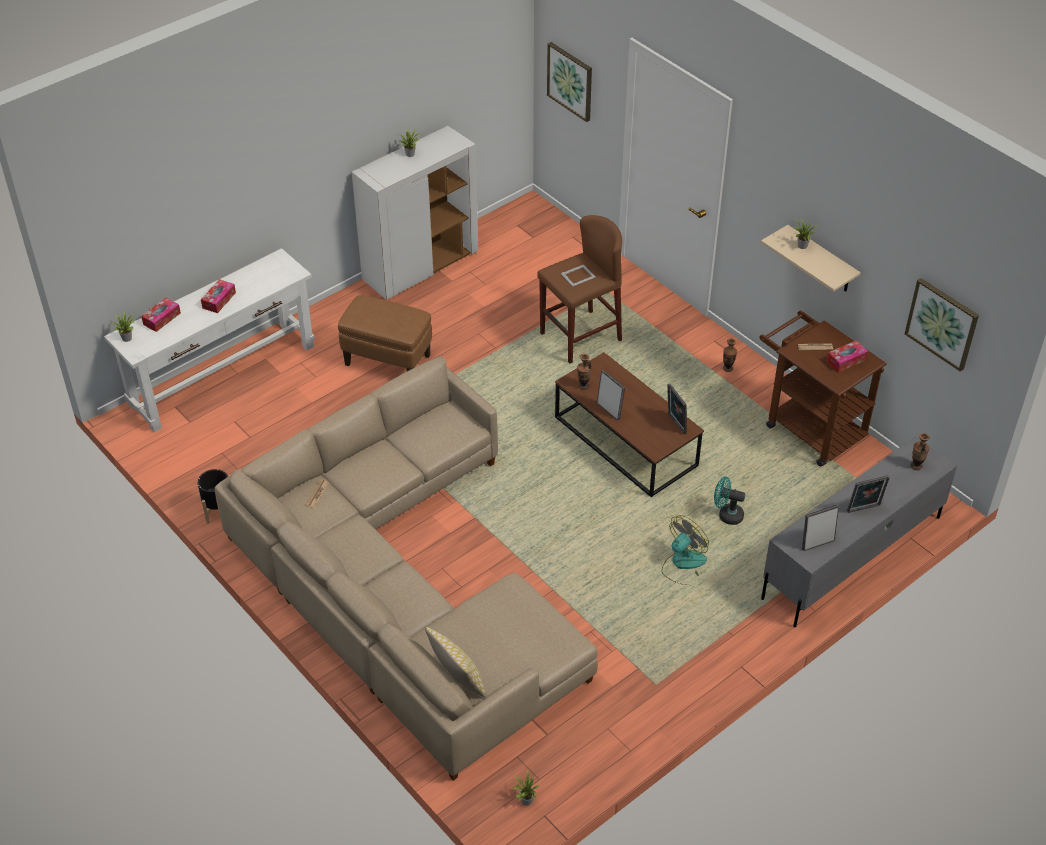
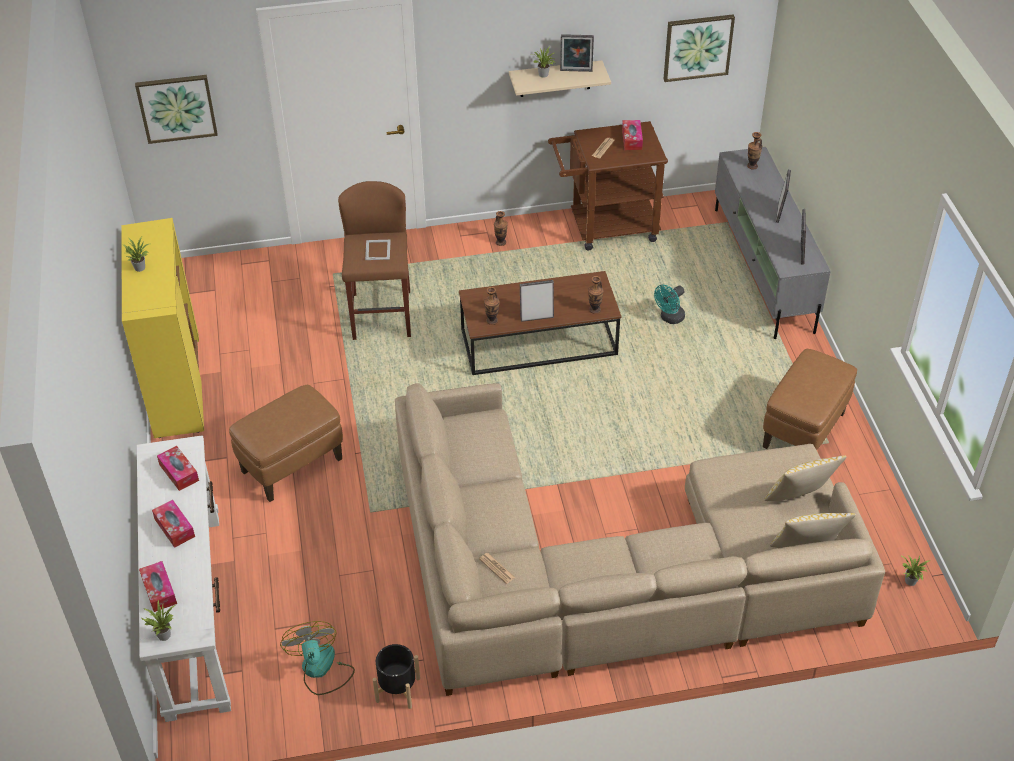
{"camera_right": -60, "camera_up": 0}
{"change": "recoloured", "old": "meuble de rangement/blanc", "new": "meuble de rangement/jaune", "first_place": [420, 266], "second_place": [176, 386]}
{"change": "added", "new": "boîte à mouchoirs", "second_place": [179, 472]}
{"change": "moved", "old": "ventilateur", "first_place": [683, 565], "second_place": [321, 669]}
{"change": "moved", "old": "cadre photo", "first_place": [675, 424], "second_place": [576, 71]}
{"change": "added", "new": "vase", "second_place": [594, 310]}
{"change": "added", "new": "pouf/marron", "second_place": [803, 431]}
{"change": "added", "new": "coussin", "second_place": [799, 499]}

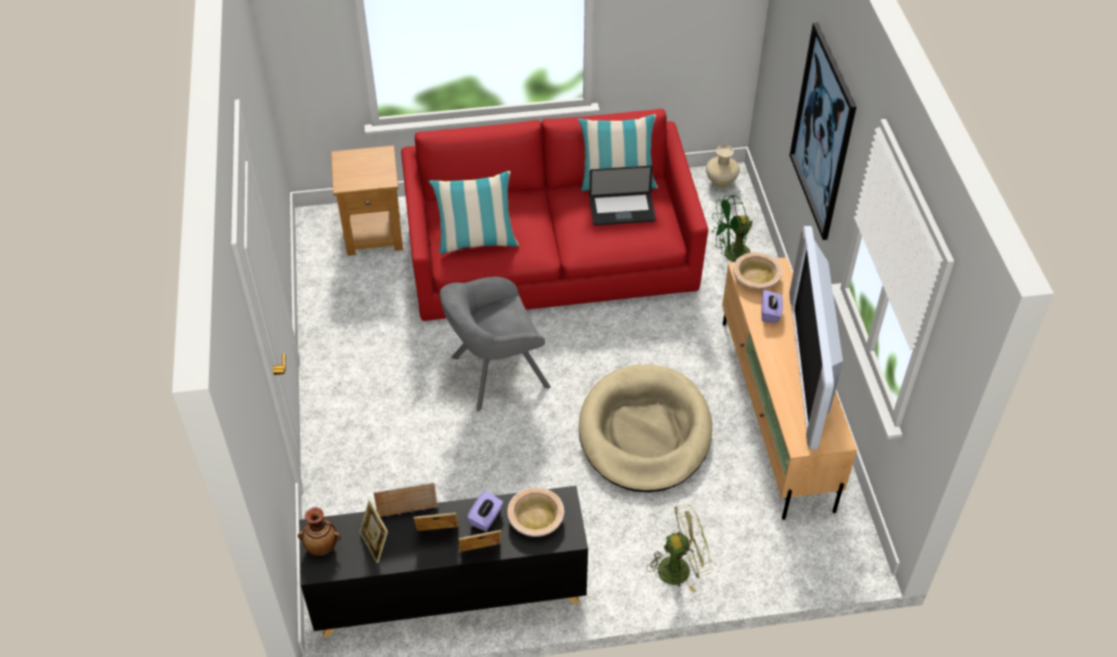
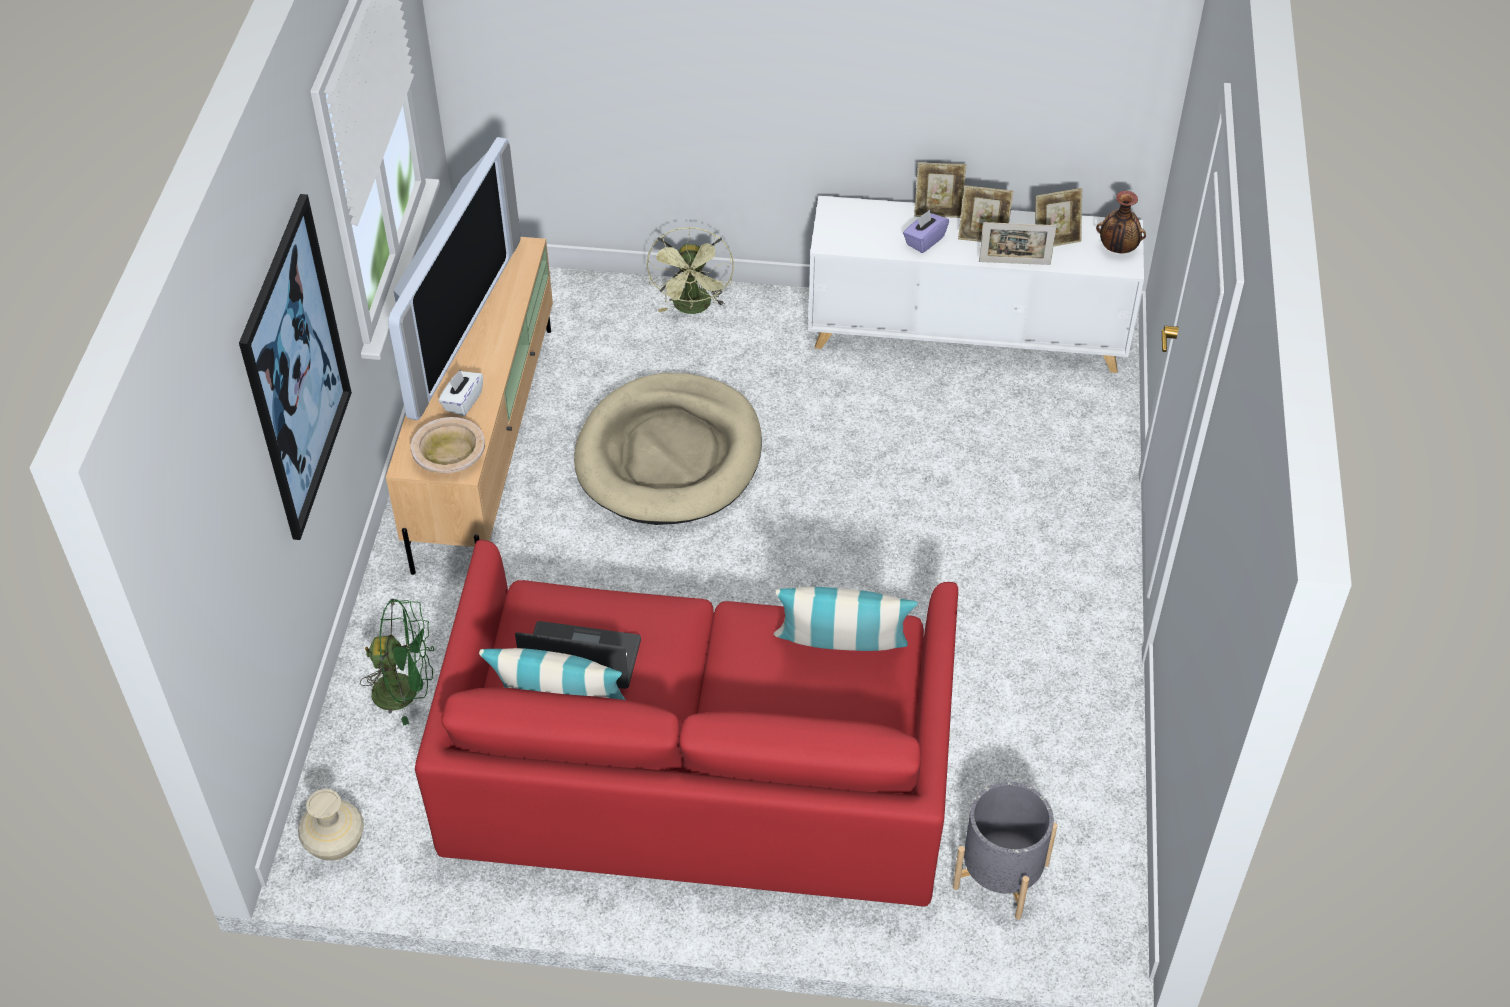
{"camera_right": -165, "camera_up": 0}
{"change": "recoloured", "old": "boîte à mouchoirs/violet", "new": "boîte à mouchoirs/blanc", "first_place": [770, 313], "second_place": [462, 402]}
{"change": "turned", "old": "ventilateur/vert", "first_place": [680, 568], "second_place": [693, 308], "degrees": -90}
{"change": "recoloured", "old": "meuble de rangement/noir", "new": "meuble de rangement/blanc", "first_place": [448, 593], "second_place": [967, 334]}
{"change": "replaced", "old": "table d'appoint/marron", "new": "cache-pot/gris", "first_place": [374, 233], "second_place": [1001, 875]}
{"change": "turned", "old": "cadre photo", "first_place": [376, 544], "second_place": [1055, 239], "degrees": 90}
{"change": "removed", "old": "fauteuil/gris", "first_place": [495, 373]}
{"change": "removed", "old": "bol/beige", "first_place": [536, 518]}

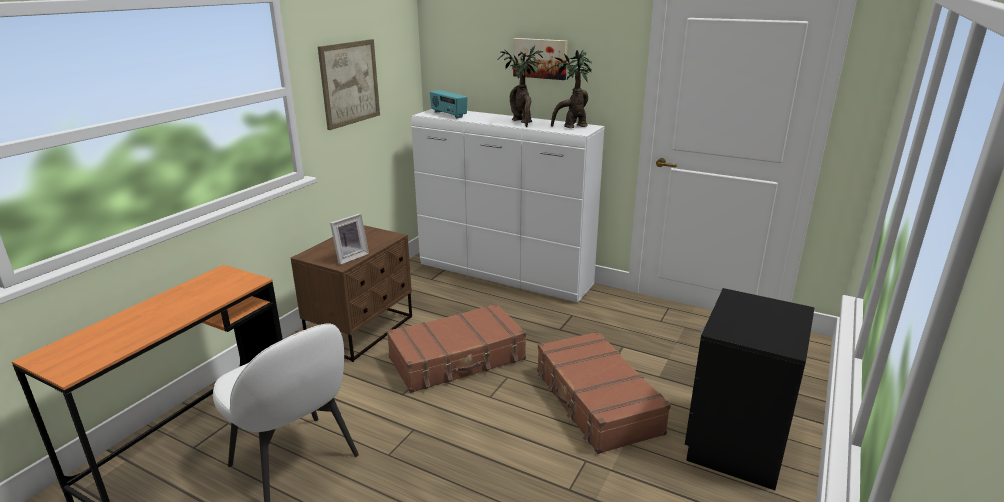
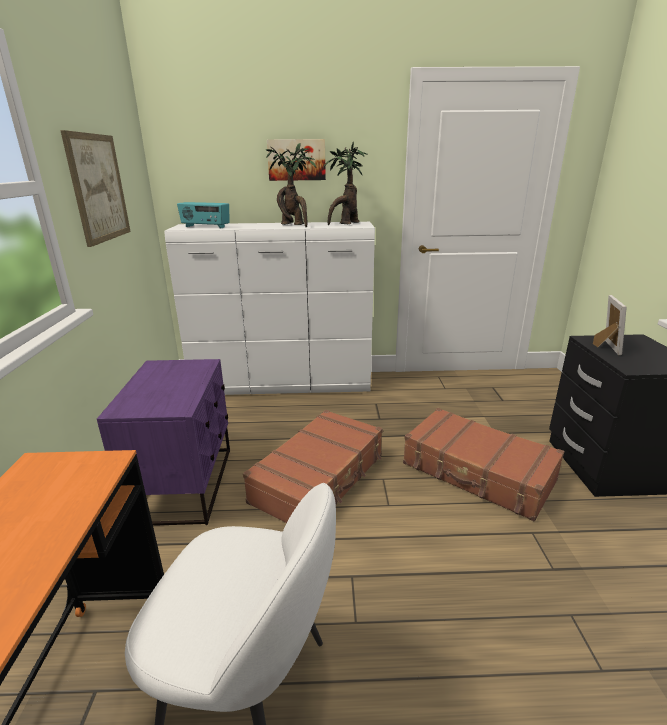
{"camera_right": -30, "camera_up": 0}
{"change": "recoloured", "old": "table de chevet/marron", "new": "table de chevet/violet", "first_place": [362, 331], "second_place": [186, 484]}
{"change": "moved", "old": "cadre photo", "first_place": [350, 257], "second_place": [604, 347]}

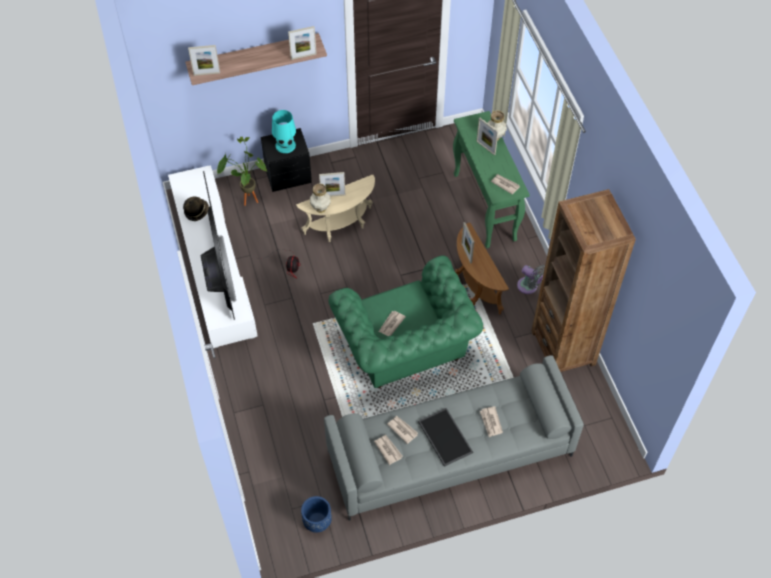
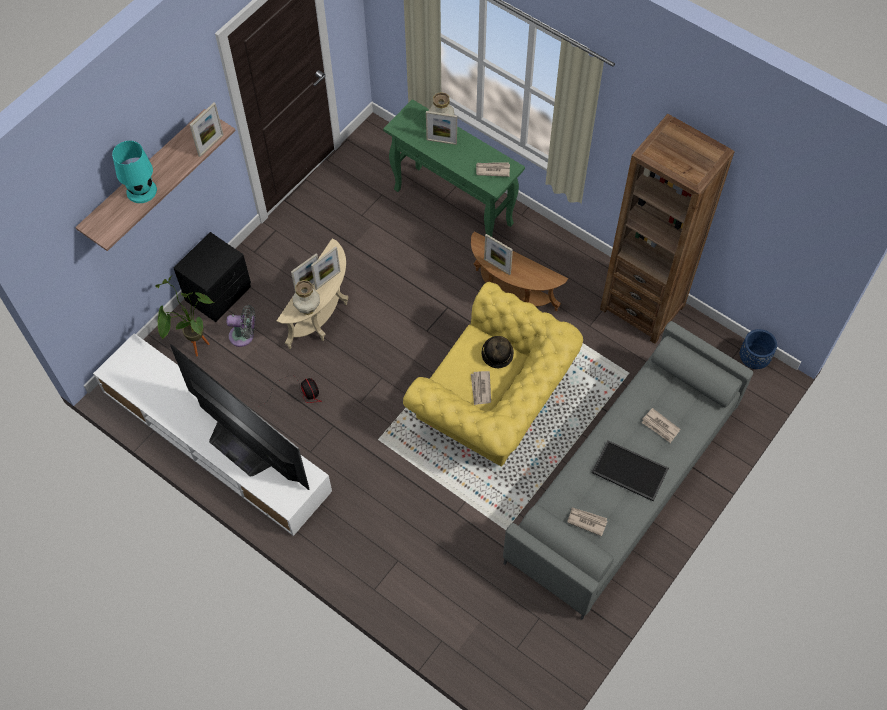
{"camera_right": -35, "camera_up": 5}
{"change": "moved", "old": "lampe de table/turquoise", "first_place": [285, 145], "second_place": [142, 191]}
{"change": "moved", "old": "ventilateur/gris", "first_place": [529, 287], "second_place": [244, 336]}
{"change": "moved", "old": "cadre photo", "first_place": [207, 73], "second_place": [327, 280]}
{"change": "recoloured", "old": "fauteuil/vert", "new": "fauteuil/jaune", "first_place": [405, 348], "second_place": [494, 405]}
{"change": "moved", "old": "chapeau", "first_place": [196, 211], "second_place": [497, 354]}
{"change": "moved", "old": "cache-pot/bleu", "first_place": [317, 521], "second_place": [753, 359]}
{"change": "removed", "old": "journal", "first_place": [402, 429]}

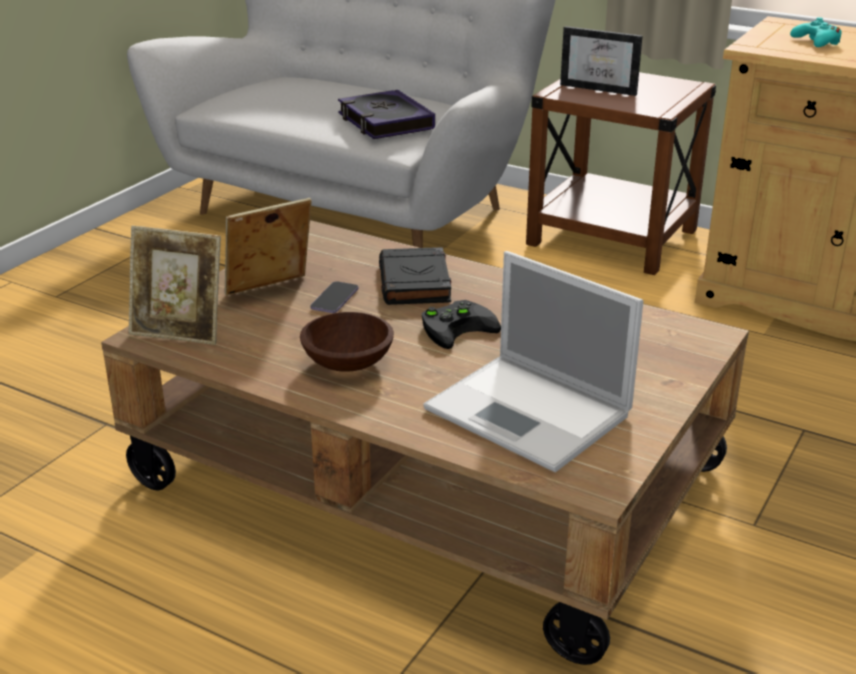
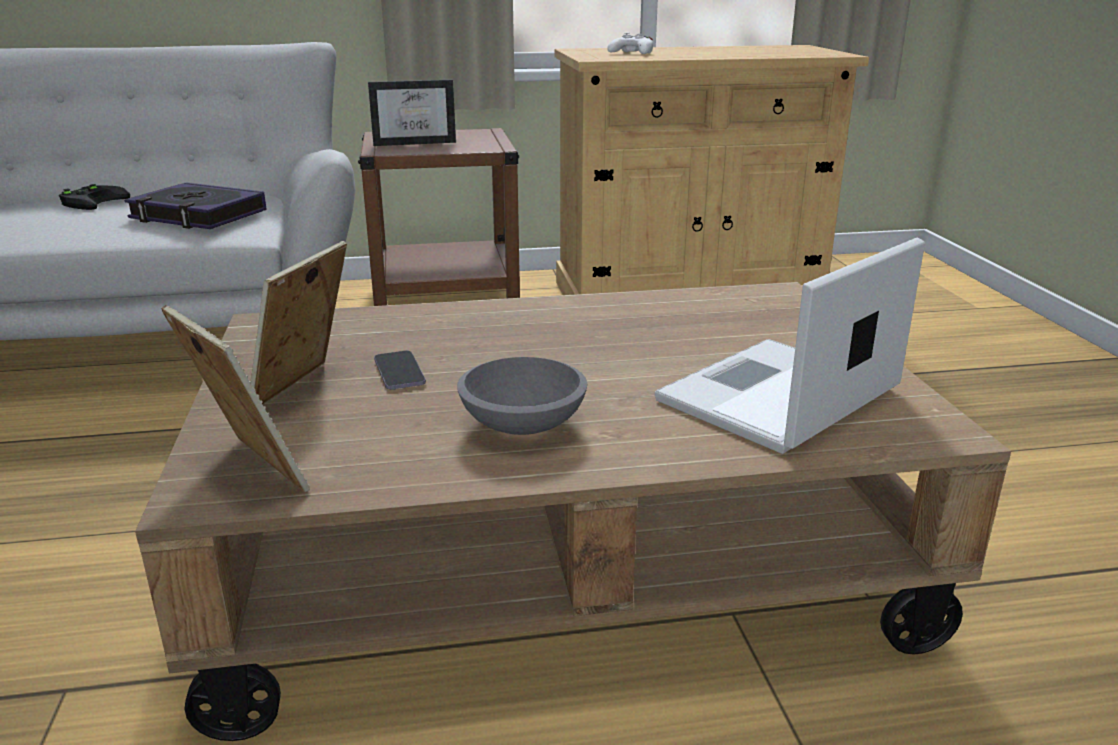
{"camera_right": -40, "camera_up": -5}
{"change": "moved", "old": "manette/noir", "first_place": [458, 327], "second_place": [93, 201]}
{"change": "turned", "old": "cadre photo", "first_place": [179, 331], "second_place": [248, 472], "degrees": -105}
{"change": "recoloured", "old": "bol/marron", "new": "bol/gris", "first_place": [349, 362], "second_place": [524, 423]}
{"change": "recoloured", "old": "manette/turquoise", "new": "manette/blanc", "first_place": [816, 42], "second_place": [632, 53]}
{"change": "turned", "old": "ordinateur portable", "first_place": [531, 413], "second_place": [776, 397], "degrees": 135}
{"change": "removed", "old": "livre/noir", "first_place": [415, 283]}

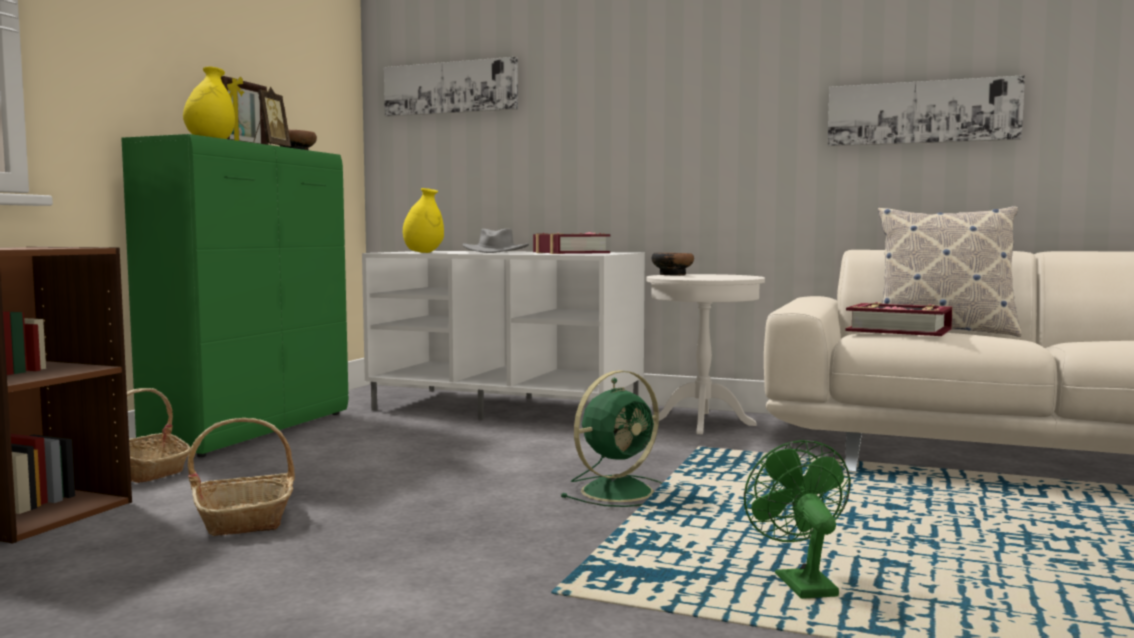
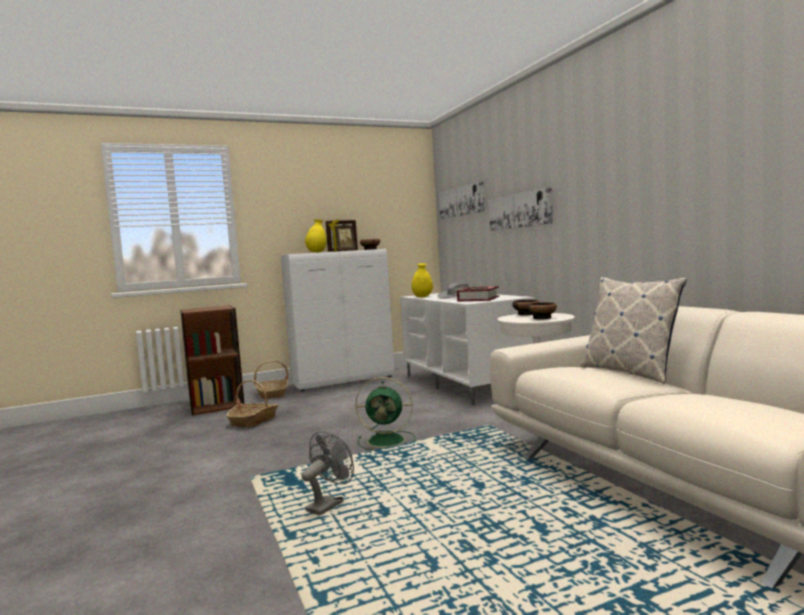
{"camera_right": 45, "camera_up": 0}
{"change": "recoloured", "old": "meuble de rangement/vert", "new": "meuble de rangement/blanc", "first_place": [253, 430], "second_place": [344, 380]}
{"change": "recoloured", "old": "ventilateur/vert", "new": "ventilateur/gris", "first_place": [799, 582], "second_place": [329, 504]}
{"change": "moved", "old": "tableau", "first_place": [922, 113], "second_place": [520, 210]}
{"change": "added", "new": "bol", "second_place": [542, 318]}
{"change": "removed", "old": "livre", "first_place": [899, 330]}

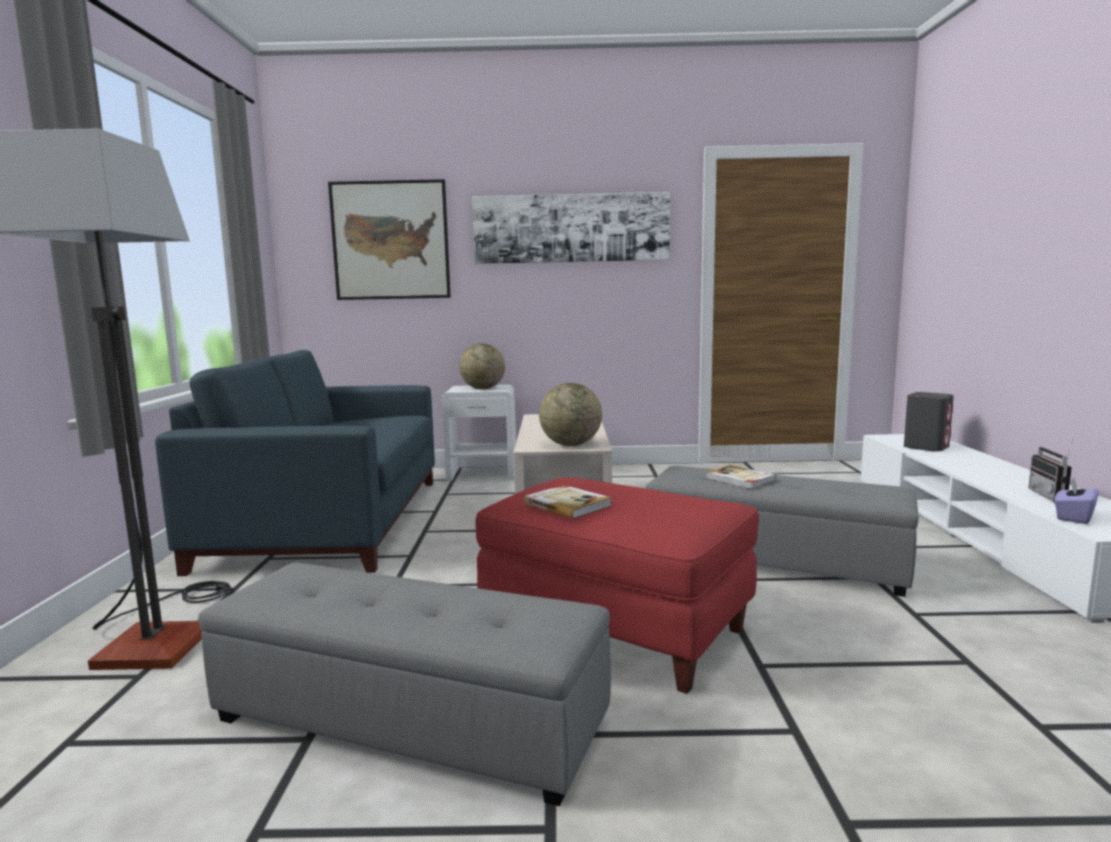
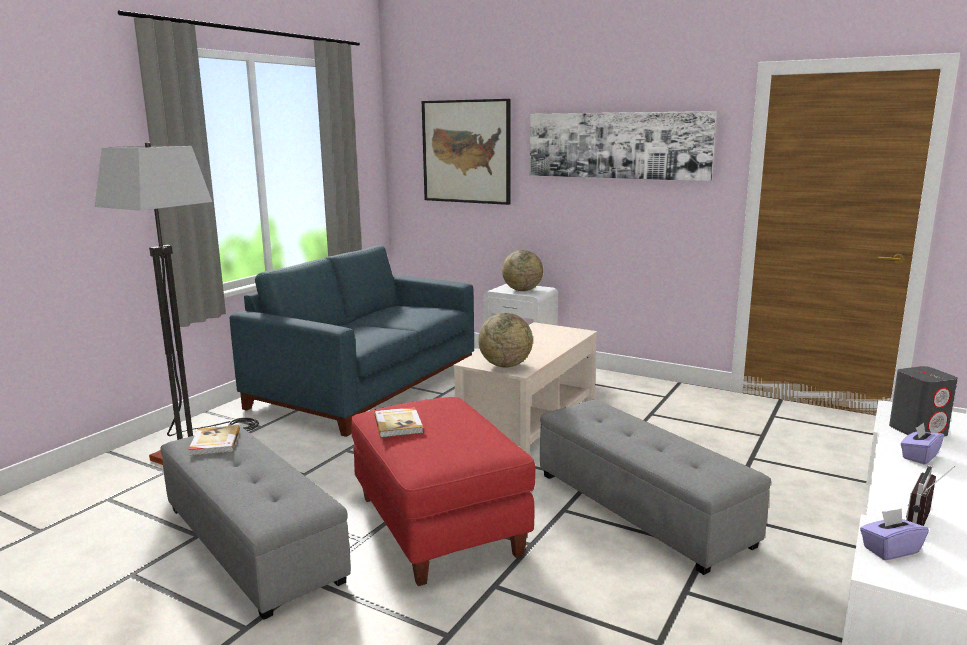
{"camera_right": 30, "camera_up": 5}
{"change": "moved", "old": "livre", "first_place": [740, 479], "second_place": [214, 443]}
{"change": "added", "new": "boîte à mouchoirs/violet", "second_place": [919, 456]}

